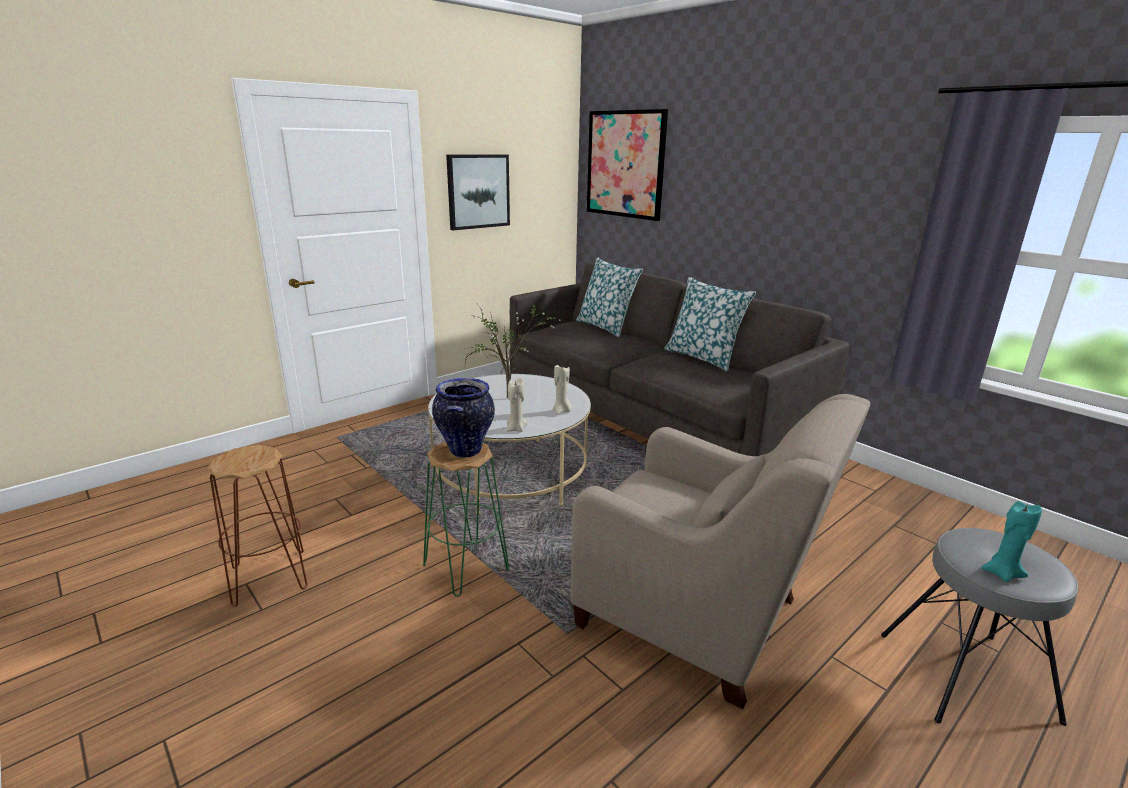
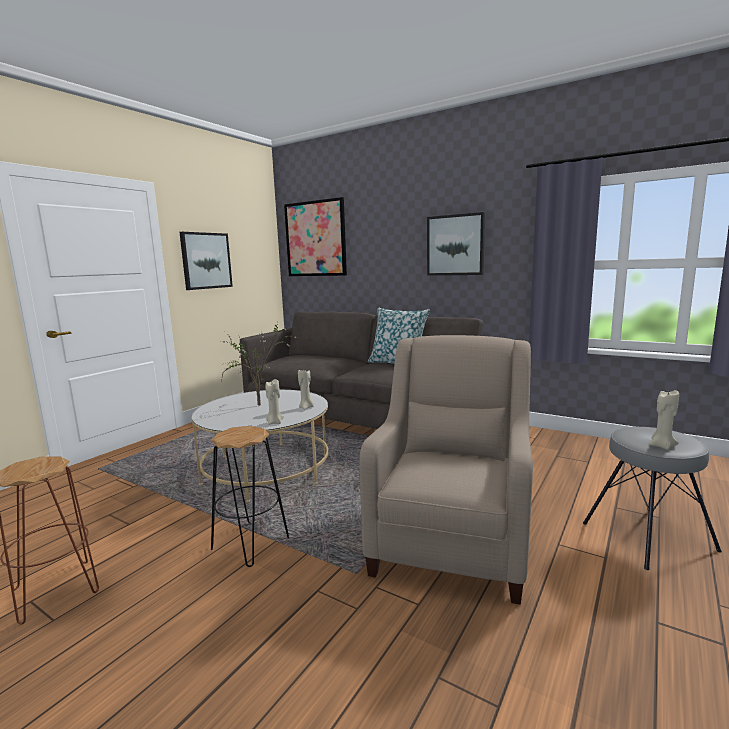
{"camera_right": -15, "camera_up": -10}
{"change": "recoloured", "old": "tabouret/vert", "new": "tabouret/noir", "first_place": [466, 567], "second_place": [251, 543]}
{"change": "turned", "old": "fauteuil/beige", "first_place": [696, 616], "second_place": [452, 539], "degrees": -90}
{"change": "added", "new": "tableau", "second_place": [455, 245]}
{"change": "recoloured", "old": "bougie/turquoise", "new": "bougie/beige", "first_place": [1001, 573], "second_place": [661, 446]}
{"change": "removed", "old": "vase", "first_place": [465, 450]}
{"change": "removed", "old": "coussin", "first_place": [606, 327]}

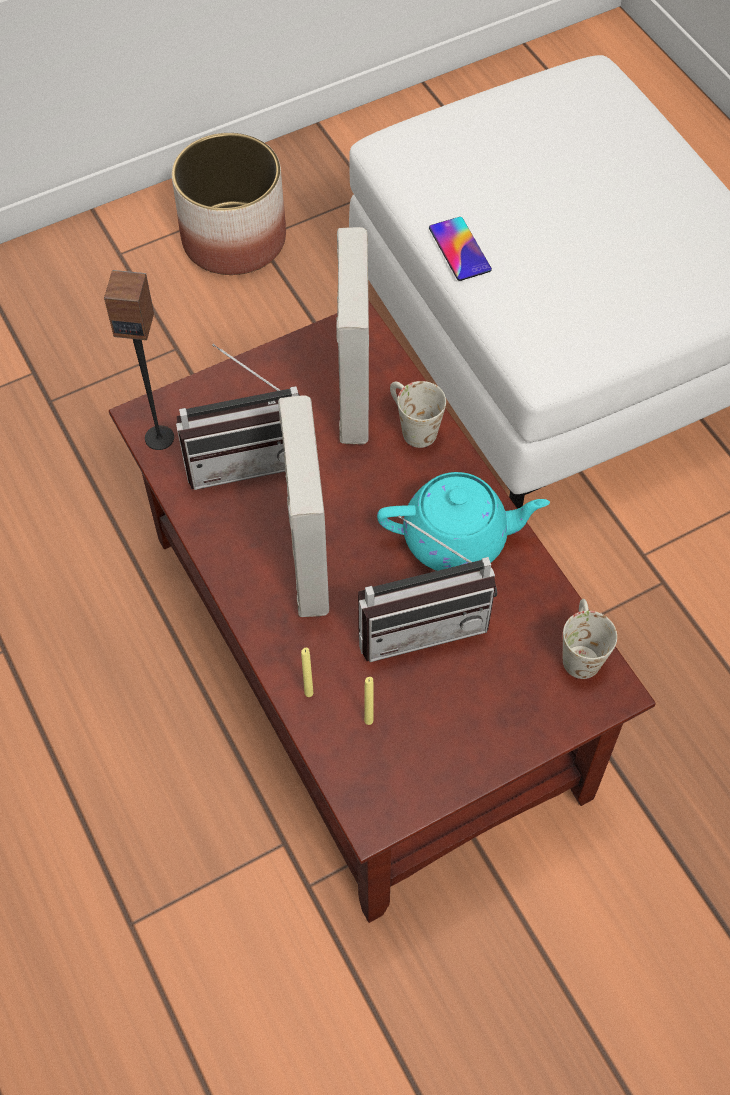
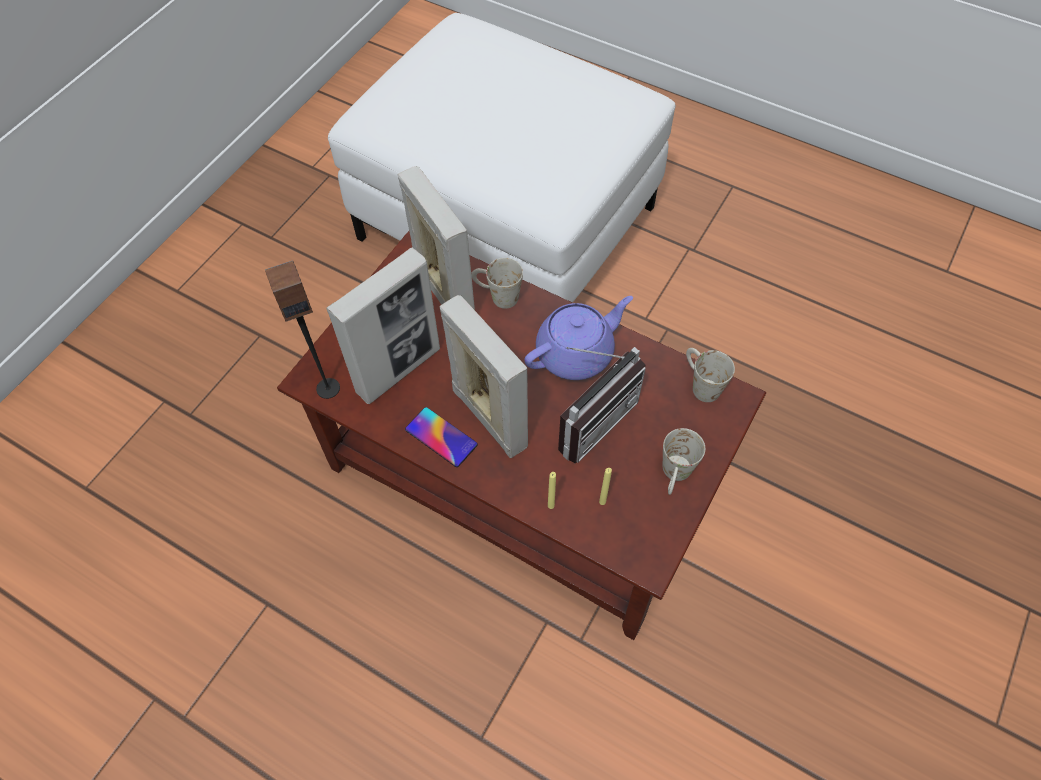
{"camera_right": -30, "camera_up": 0}
{"change": "replaced", "old": "radio", "new": "cadre photo", "first_place": [246, 456], "second_place": [399, 370]}
{"change": "moved", "old": "téléphone", "first_place": [459, 249], "second_place": [441, 437]}
{"change": "recoloured", "old": "théière/turquoise", "new": "théière/violet", "first_place": [457, 538], "second_place": [576, 353]}
{"change": "added", "new": "mug/blanc", "second_place": [674, 476]}
{"change": "removed", "old": "cache-pot", "first_place": [233, 240]}

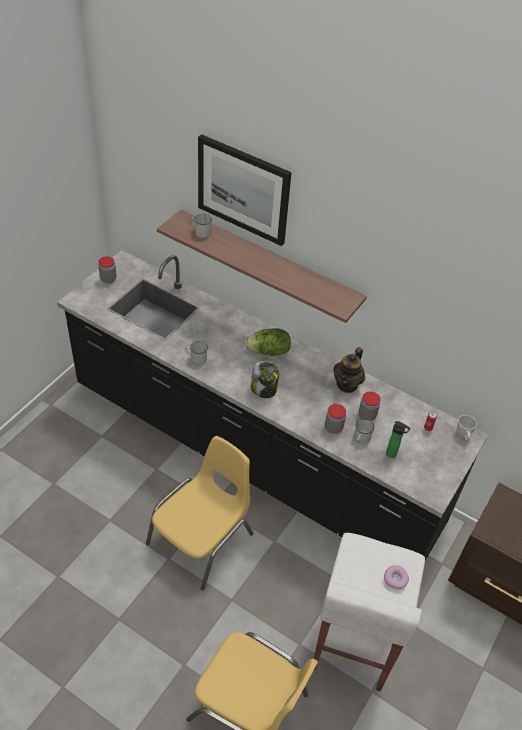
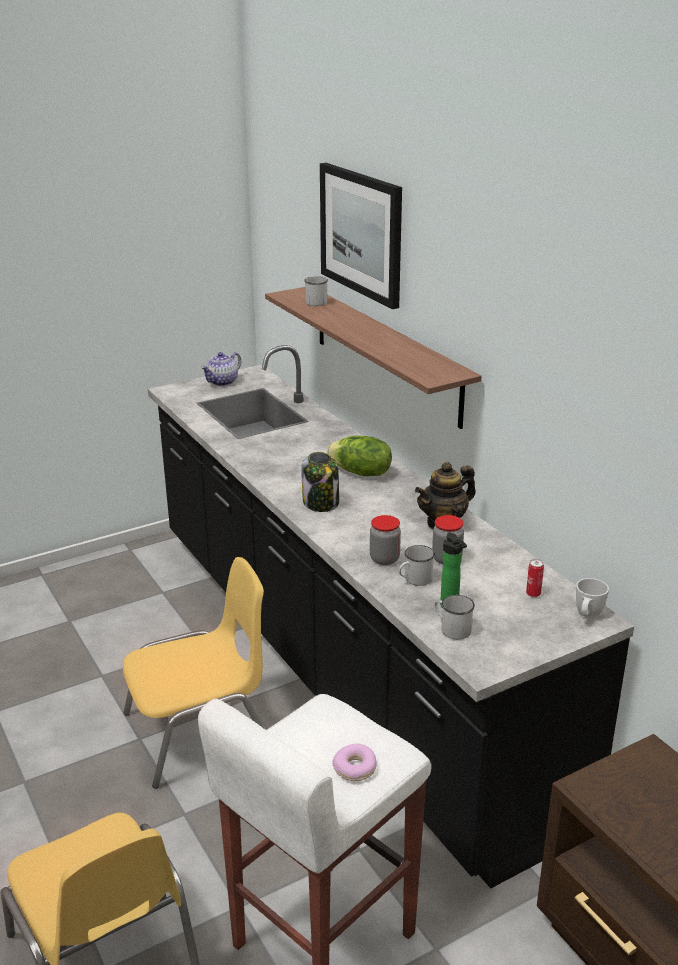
{"camera_right": 30, "camera_up": -20}
{"change": "replaced", "old": "bocal", "new": "théière", "first_place": [108, 279], "second_place": [222, 382]}
{"change": "moved", "old": "mug/blanc", "first_place": [196, 358], "second_place": [452, 628]}

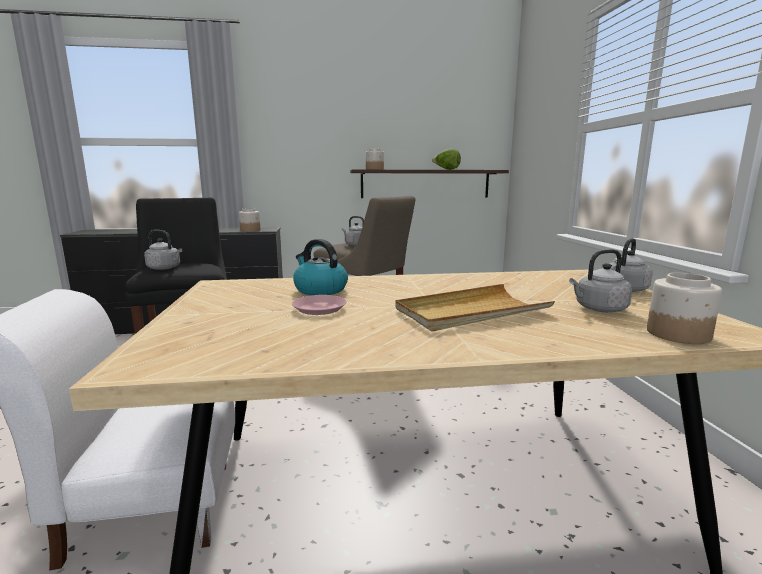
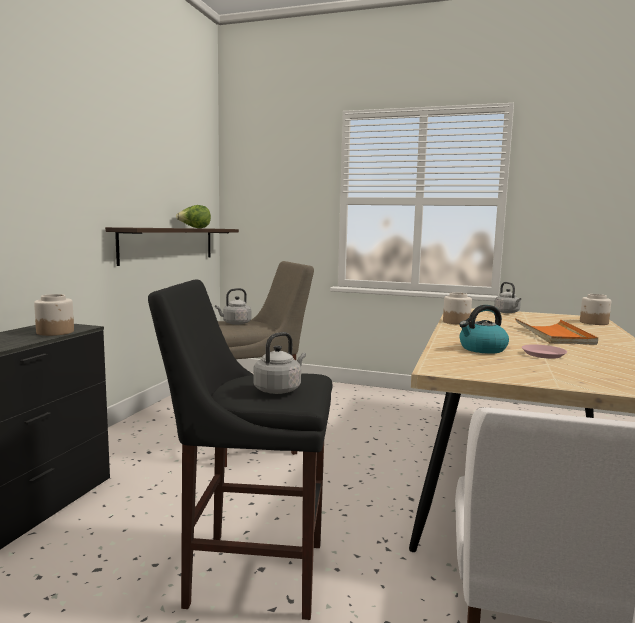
{"camera_right": -65, "camera_up": -5}
{"change": "moved", "old": "bocal", "first_place": [375, 169], "second_place": [456, 322]}
{"change": "recoloured", "old": "plateau/beige", "new": "plateau/orange", "first_place": [471, 312], "second_place": [554, 335]}
{"change": "removed", "old": "bouilloire/gris", "first_place": [598, 309]}

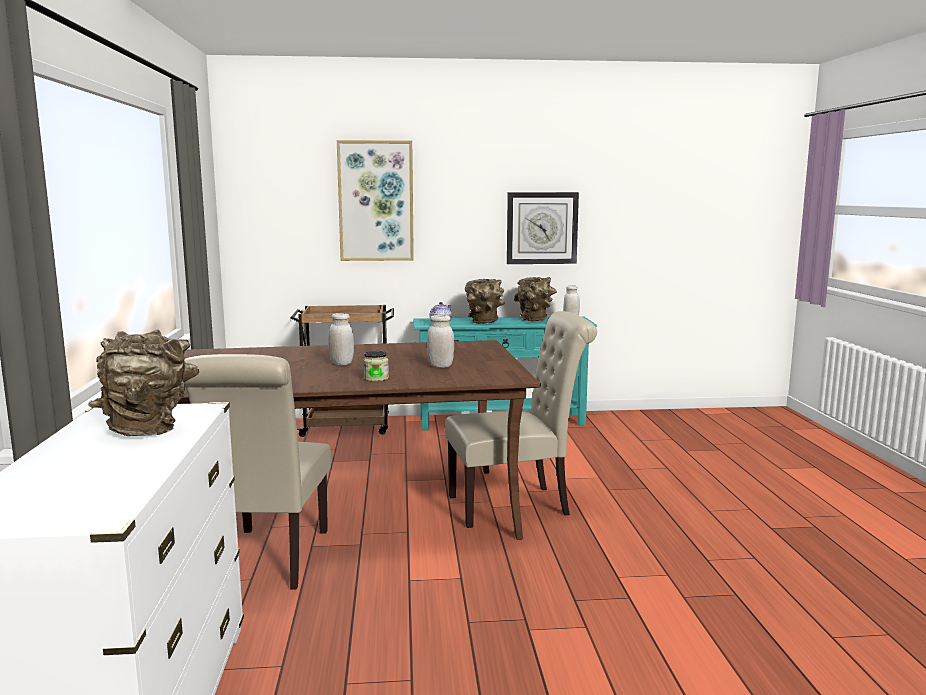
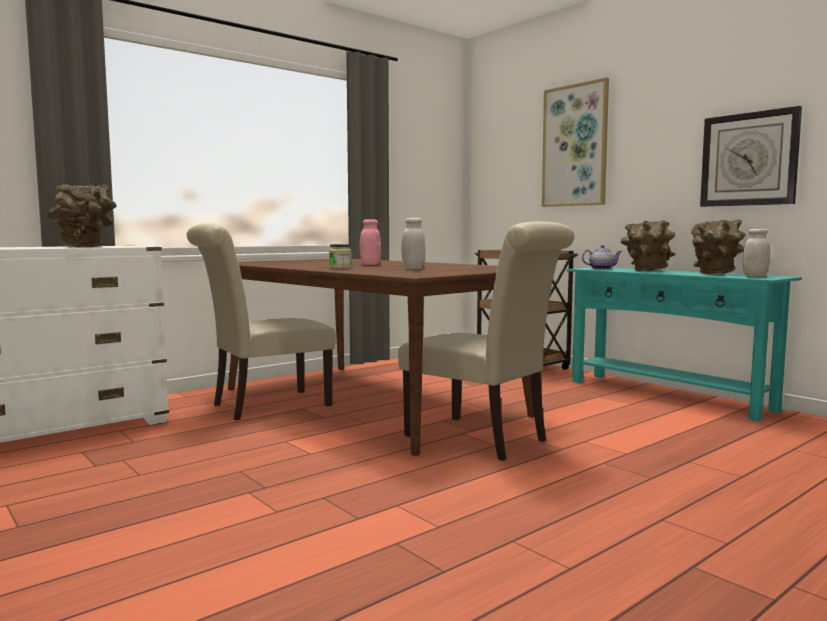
{"camera_right": 55, "camera_up": -5}
{"change": "recoloured", "old": "bocal/blanc", "new": "bocal/rose", "first_place": [341, 363], "second_place": [370, 264]}

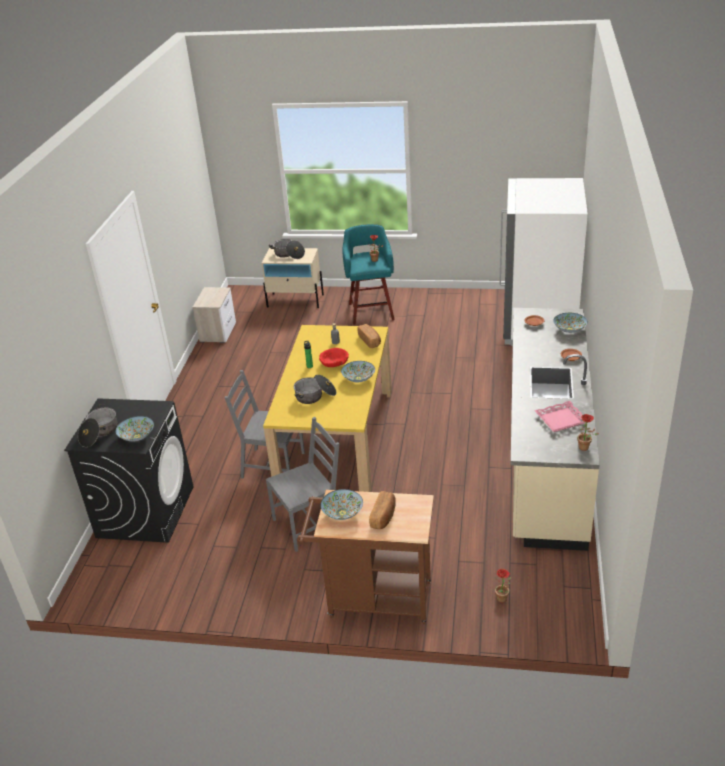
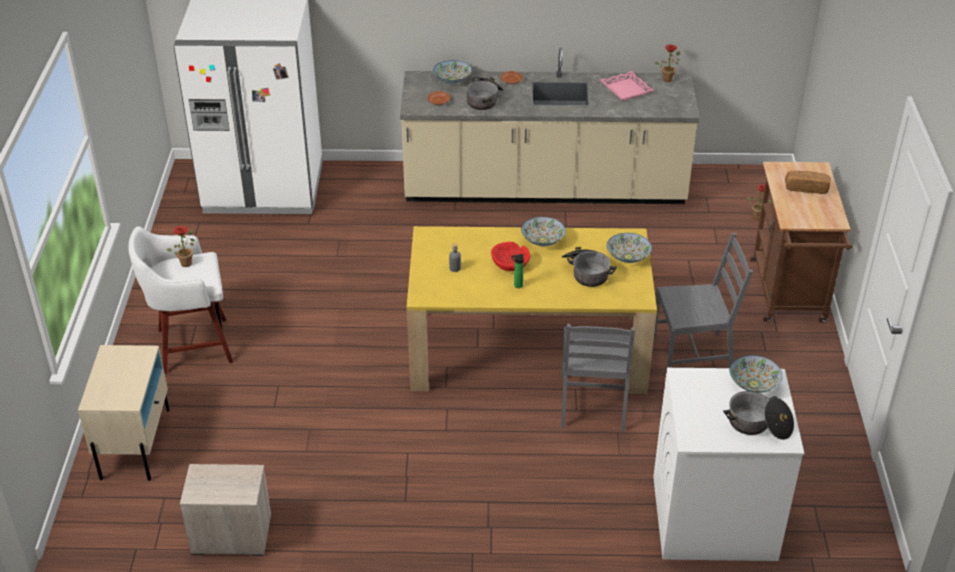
{"camera_right": -100, "camera_up": 5}
{"change": "recoloured", "old": "tabouret/turquoise", "new": "tabouret/blanc", "first_place": [371, 310], "second_place": [191, 346]}
{"change": "moved", "old": "marmite", "first_place": [288, 254], "second_place": [484, 99]}
{"change": "moved", "old": "bol", "first_place": [342, 513], "second_place": [628, 257]}
{"change": "recoloured", "old": "lave-linge/noir", "new": "lave-linge/blanc", "first_place": [146, 511], "second_place": [712, 518]}
{"change": "turned", "old": "chaise/gris", "first_place": [310, 523], "second_place": [693, 355], "degrees": 120}
{"change": "removed", "old": "pain", "first_place": [370, 341]}

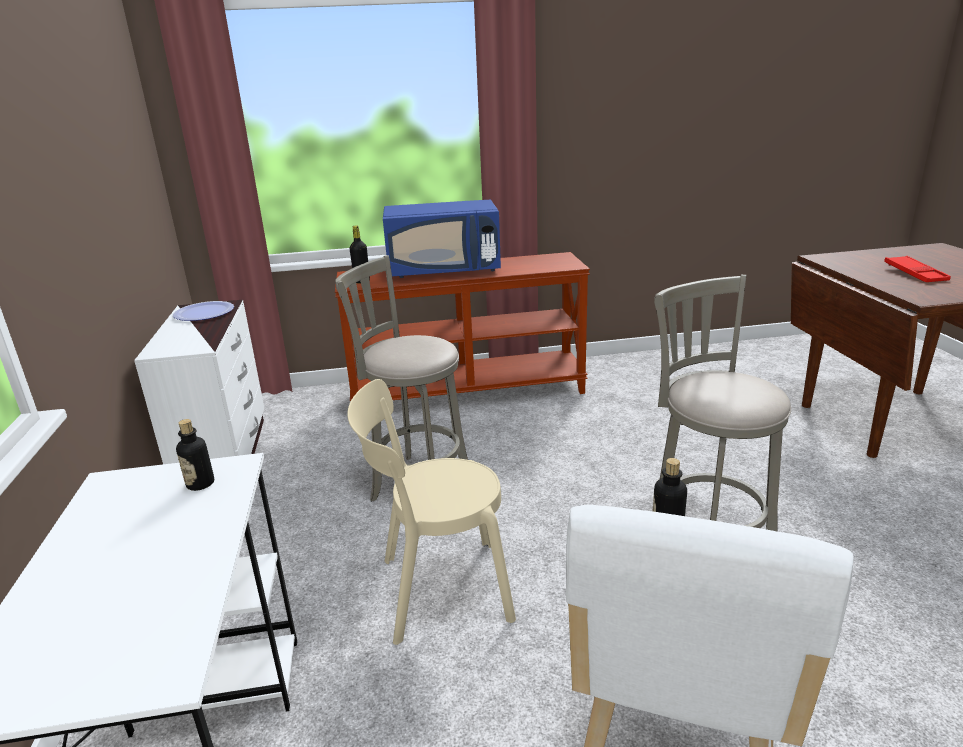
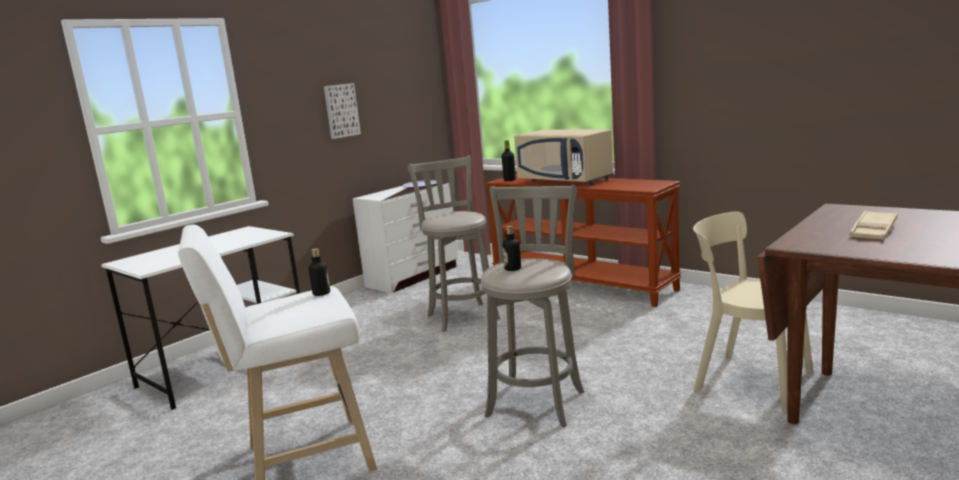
{"camera_right": 50, "camera_up": -10}
{"change": "added", "new": "tableau", "second_place": [341, 110]}
{"change": "moved", "old": "bouteille", "first_place": [200, 484], "second_place": [512, 269]}
{"change": "recoloured", "old": "micro-ondes/bleu", "new": "micro-ondes/beige", "first_place": [444, 270], "second_place": [565, 181]}
{"change": "moved", "old": "chaise/beige", "first_place": [438, 590], "second_place": [747, 379]}
{"change": "recoloured", "old": "plateau/rouge", "new": "plateau/beige", "first_place": [915, 274], "second_place": [873, 230]}

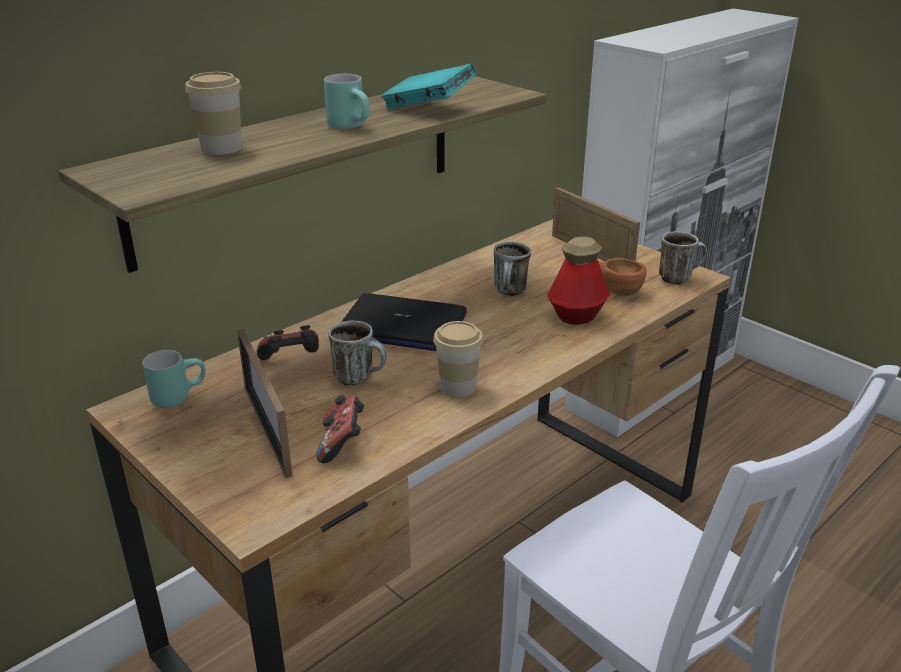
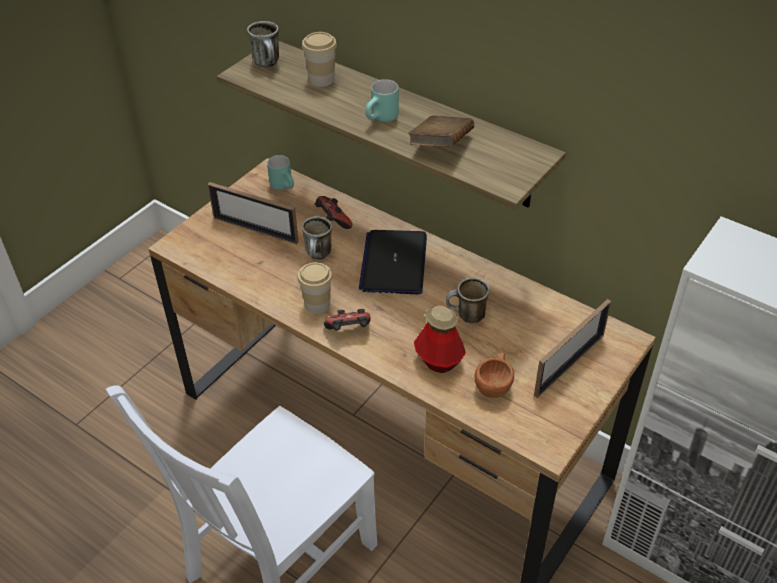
{"camera_right": 80, "camera_up": 15}
{"change": "turned", "old": "cadre photo", "first_place": [267, 430], "second_place": [255, 230], "degrees": -120}
{"change": "moved", "old": "mug", "first_place": [679, 278], "second_place": [269, 64]}
{"change": "moved", "old": "manette", "first_place": [342, 444], "second_place": [349, 331]}
{"change": "recoloured", "old": "livre/turquoise", "new": "livre/marron", "first_place": [428, 109], "second_place": [441, 146]}

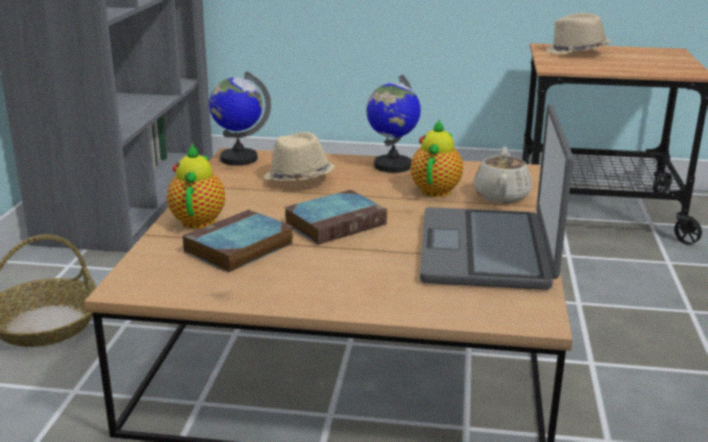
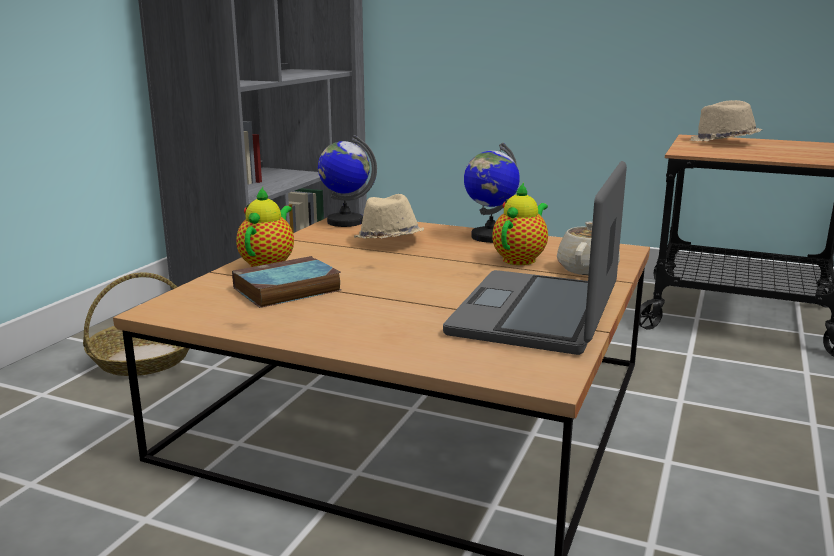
{"camera_right": 15, "camera_up": -5}
{"change": "removed", "old": "livre", "first_place": [336, 223]}

